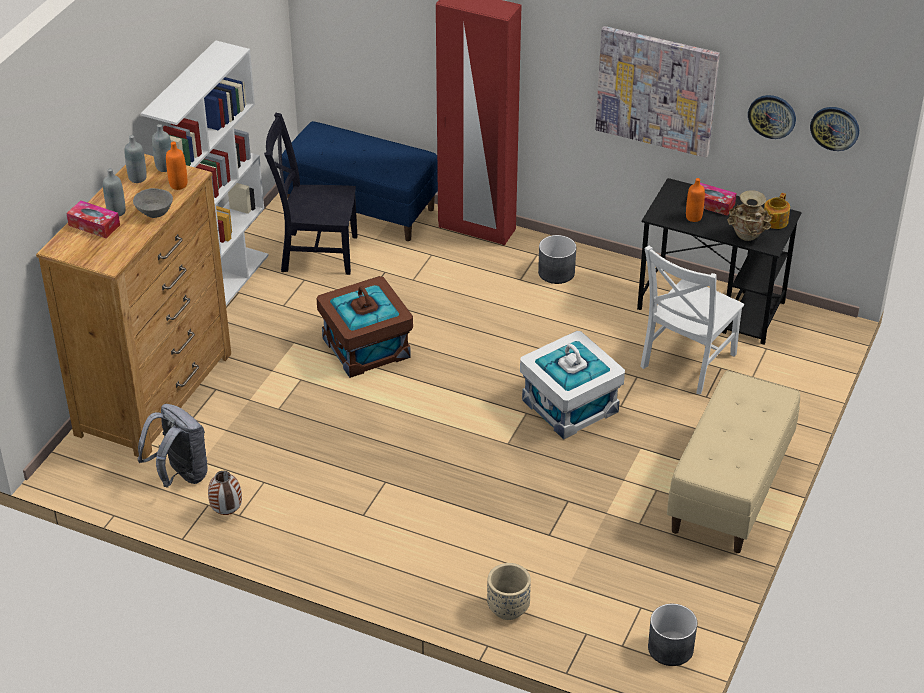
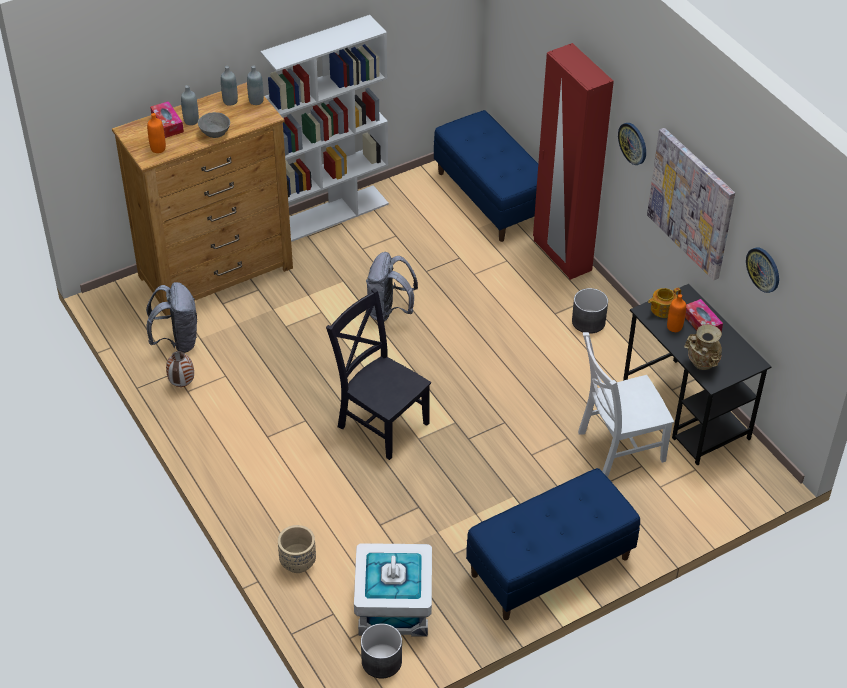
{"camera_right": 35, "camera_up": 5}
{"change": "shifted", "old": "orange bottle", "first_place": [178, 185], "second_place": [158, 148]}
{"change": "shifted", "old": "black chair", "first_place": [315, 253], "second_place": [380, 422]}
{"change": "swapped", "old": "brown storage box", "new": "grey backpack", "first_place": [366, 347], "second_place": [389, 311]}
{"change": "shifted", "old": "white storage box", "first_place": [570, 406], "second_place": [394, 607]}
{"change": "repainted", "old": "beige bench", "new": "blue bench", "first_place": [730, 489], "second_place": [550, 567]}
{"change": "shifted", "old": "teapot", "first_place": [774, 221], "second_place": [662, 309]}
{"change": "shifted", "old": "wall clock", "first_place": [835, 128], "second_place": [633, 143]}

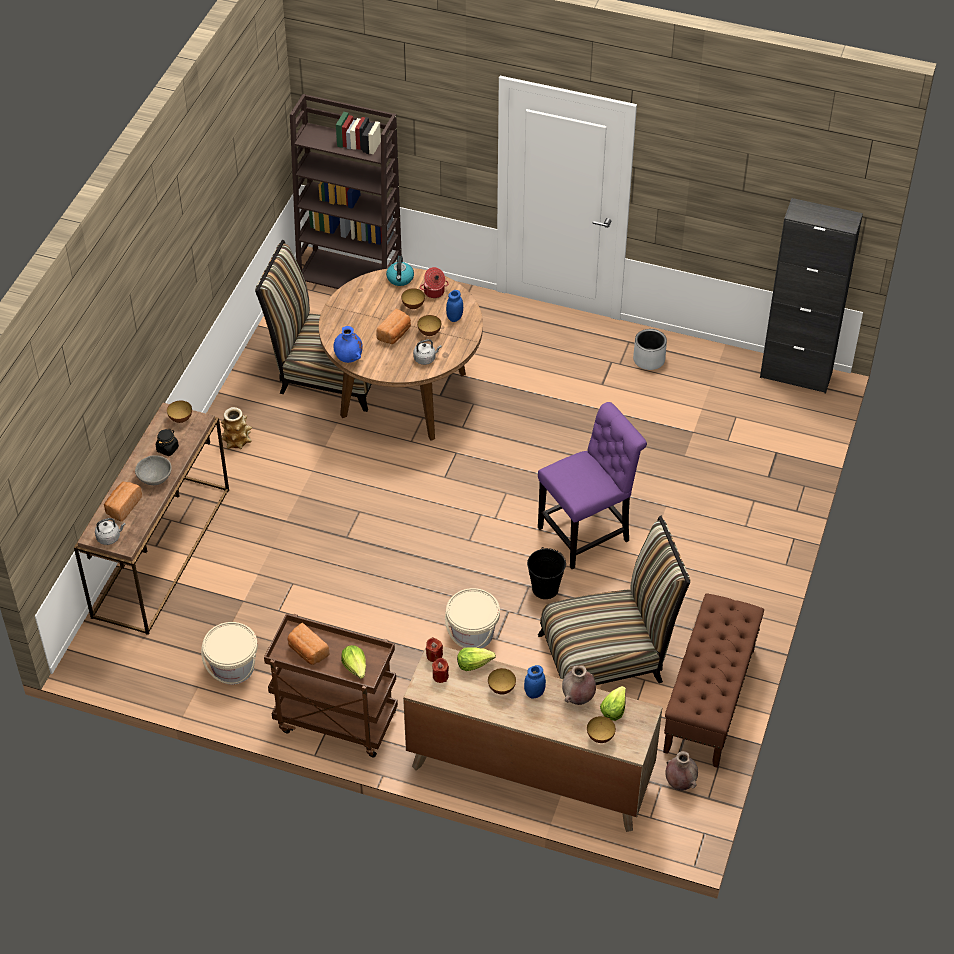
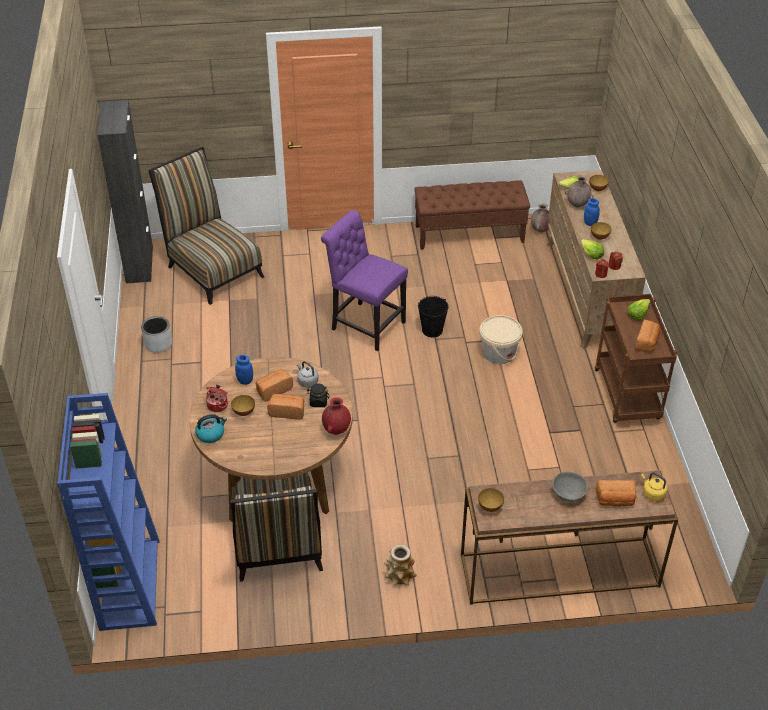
{"camera_right": -115, "camera_up": -5}
{"change": "repainted", "old": "grey kettle", "new": "yellow kettle", "first_place": [110, 537], "second_place": [652, 493]}
{"change": "shifted", "old": "black jar", "first_place": [167, 449], "second_place": [318, 402]}
{"change": "gone", "old": "beige bucket", "first_place": [233, 668]}
{"change": "repainted", "old": "brown bookcase", "new": "blue bookcase", "first_place": [351, 275], "second_place": [129, 583]}
{"change": "repainted", "old": "blue vase", "new": "red vase", "first_place": [349, 359], "second_place": [336, 430]}
{"change": "swapped", "old": "bowl", "new": "bread", "first_place": [429, 333], "second_place": [273, 390]}
{"change": "shifted", "old": "chair", "first_place": [608, 656], "second_place": [212, 268]}

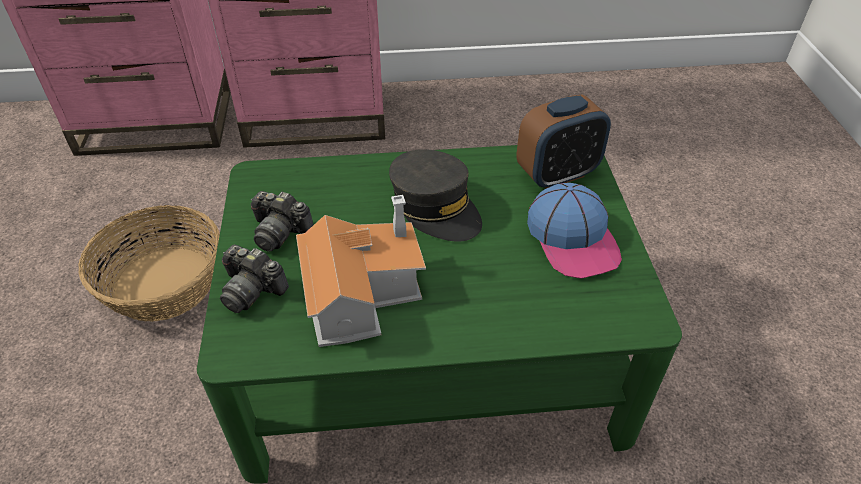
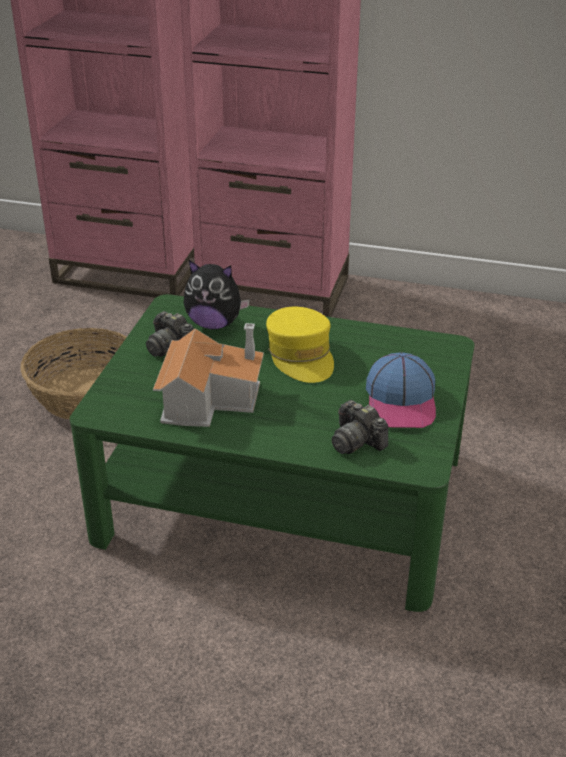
{"camera_right": 20, "camera_up": -10}
{"change": "shifted", "old": "photo camera", "first_place": [252, 290], "second_place": [356, 441]}
{"change": "repainted", "old": "grey cap", "new": "yellow cap", "first_place": [436, 207], "second_place": [301, 356]}
{"change": "gone", "old": "alarm clock", "first_place": [557, 174]}
{"change": "new", "new": "plush toy", "second_place": [214, 324]}

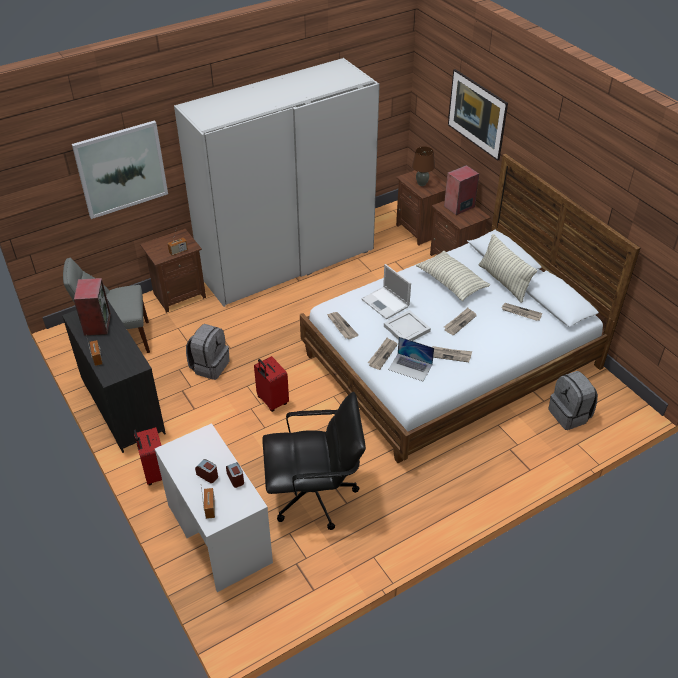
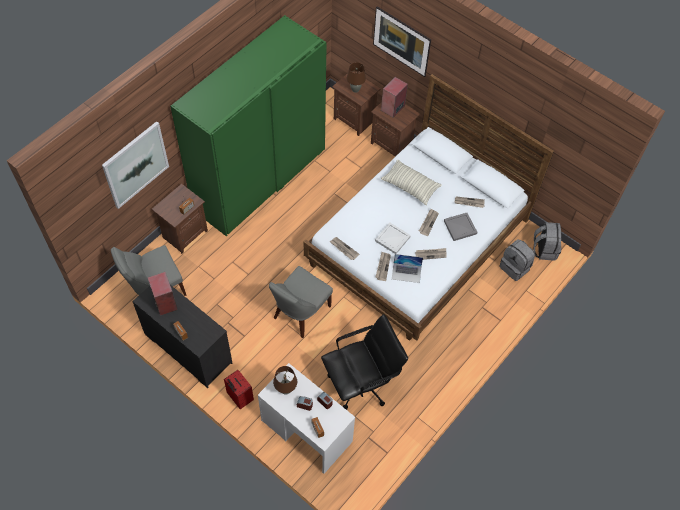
{"camera_right": -20, "camera_up": 15}
{"change": "repainted", "old": "white wardrobe", "new": "green wardrobe", "first_place": [287, 262], "second_place": [259, 179]}
{"change": "shifted", "old": "grey backpack", "first_place": [209, 366], "second_place": [544, 249]}
{"change": "swapped", "old": "red suitcase", "new": "grey chair", "first_place": [272, 401], "second_place": [300, 313]}
{"change": "gone", "old": "laptop", "first_place": [386, 303]}
{"change": "gone", "old": "pillow", "first_place": [503, 282]}
{"change": "new", "new": "brown table lamp", "second_place": [285, 390]}
{"change": "new", "new": "grey tray", "second_place": [460, 227]}

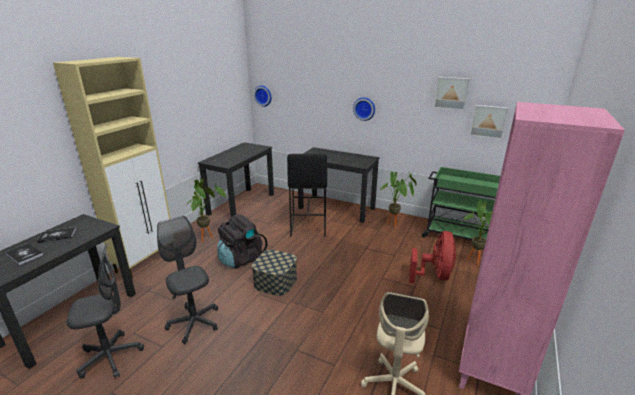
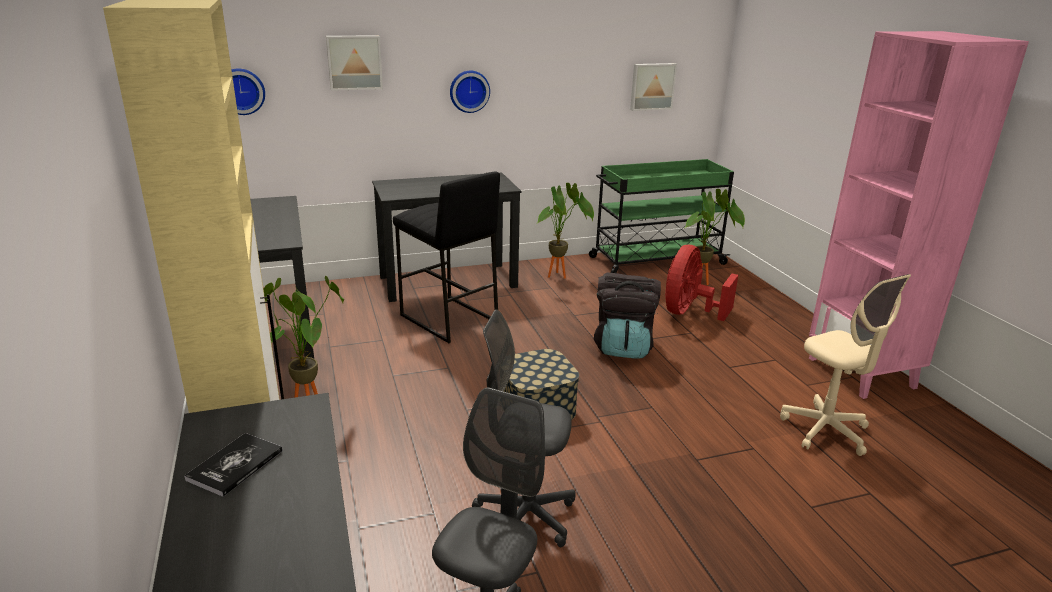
{"camera_right": -45, "camera_up": 0}
{"change": "gone", "old": "book", "first_place": [24, 254]}
{"change": "shifted", "old": "black backpack", "first_place": [241, 259], "second_place": [623, 347]}
{"change": "rotated", "old": "red fan", "first_place": [434, 275], "second_place": [689, 312], "degrees": -120}
{"change": "shifted", "old": "picture", "first_place": [451, 93], "second_place": [354, 62]}

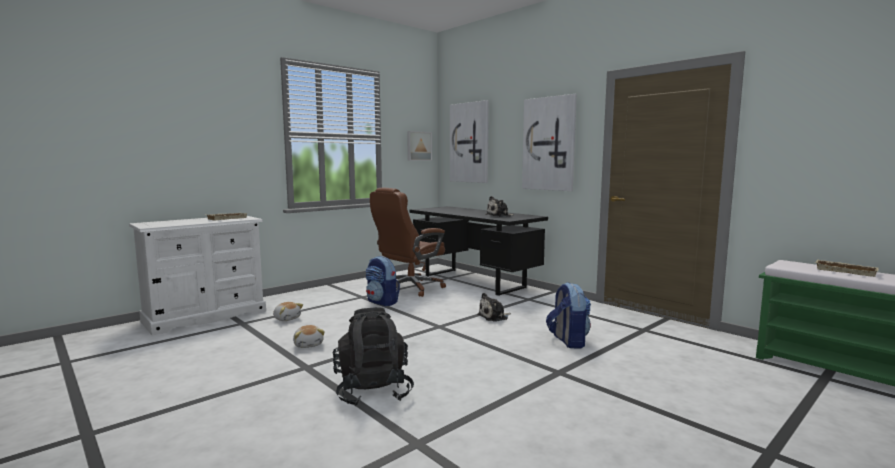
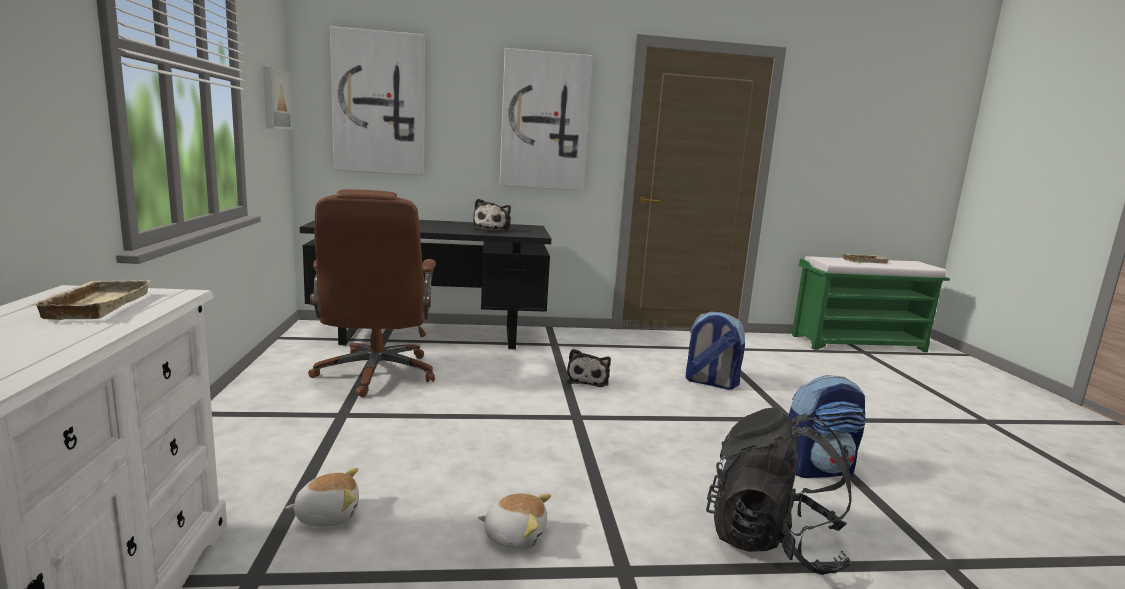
{"camera_right": -55, "camera_up": 5}
{"change": "shifted", "old": "backpack", "first_place": [382, 302], "second_place": [818, 469]}

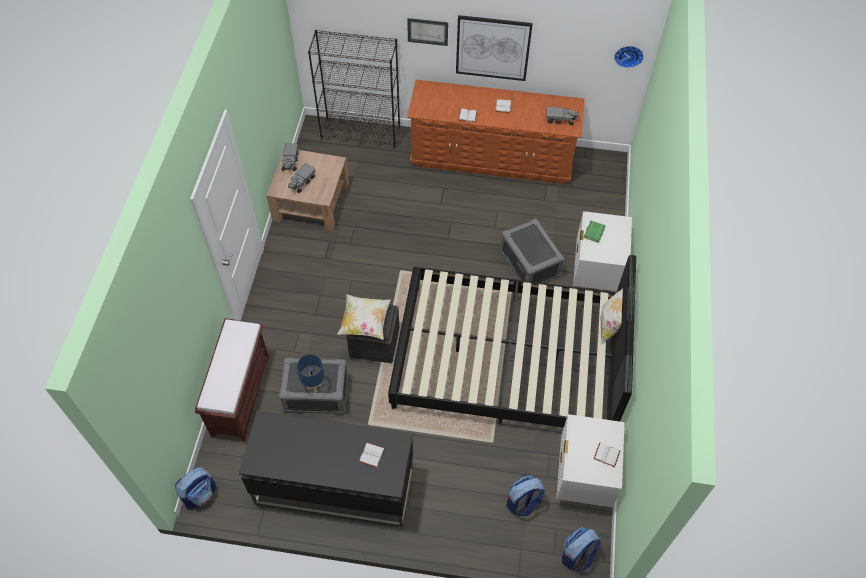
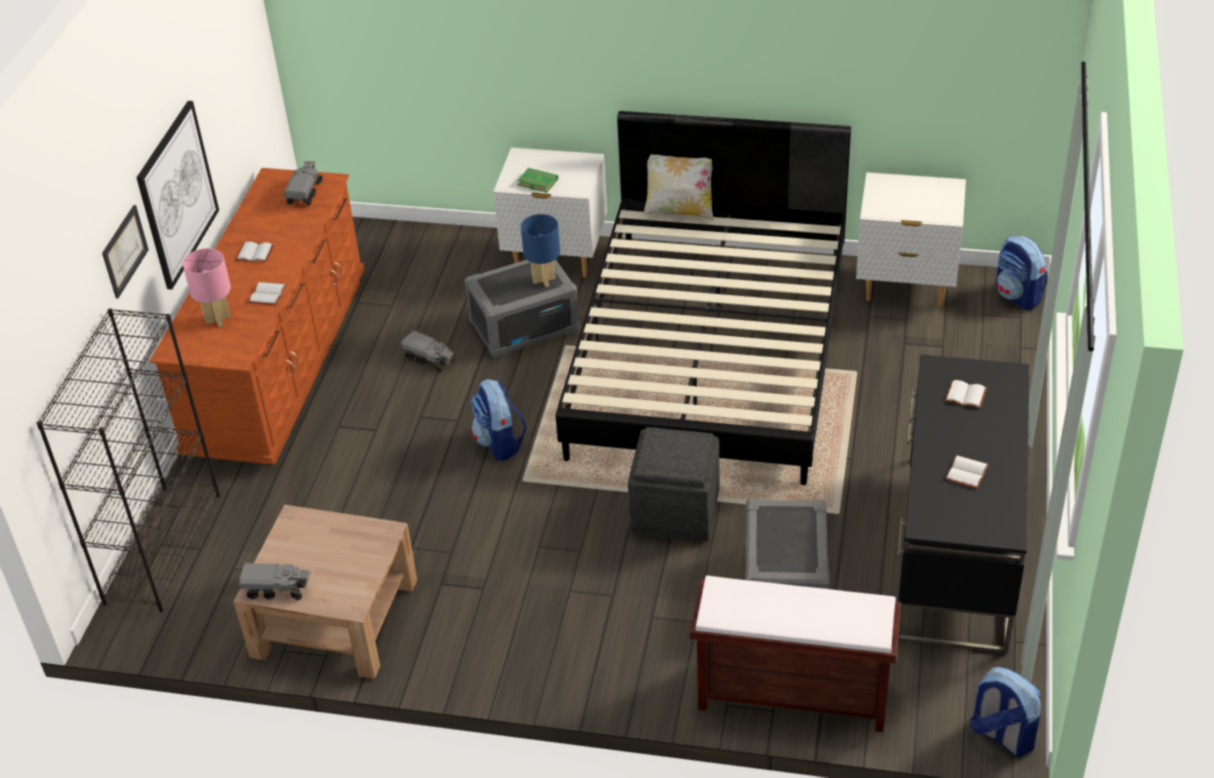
{"camera_right": -85, "camera_up": -15}
{"change": "shifted", "old": "toy truck", "first_place": [302, 182], "second_place": [430, 359]}
{"change": "shifted", "old": "blue table lamp", "first_place": [314, 386], "second_place": [544, 280]}
{"change": "gone", "old": "pillow", "first_place": [365, 323]}
{"change": "shifted", "old": "backpack", "first_place": [523, 503], "second_place": [500, 443]}
{"change": "shifted", "old": "white book", "first_place": [606, 455], "second_place": [967, 474]}
{"change": "gone", "old": "wall clock", "first_place": [628, 55]}
{"change": "new", "new": "pink table lamp", "second_place": [218, 319]}

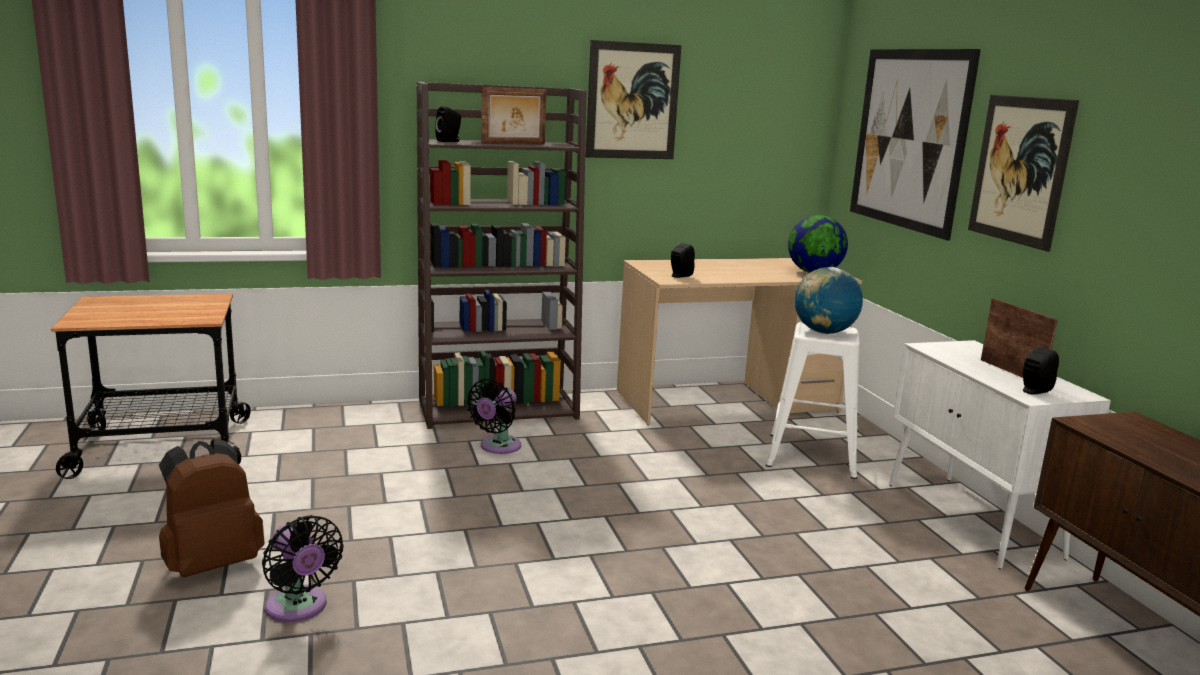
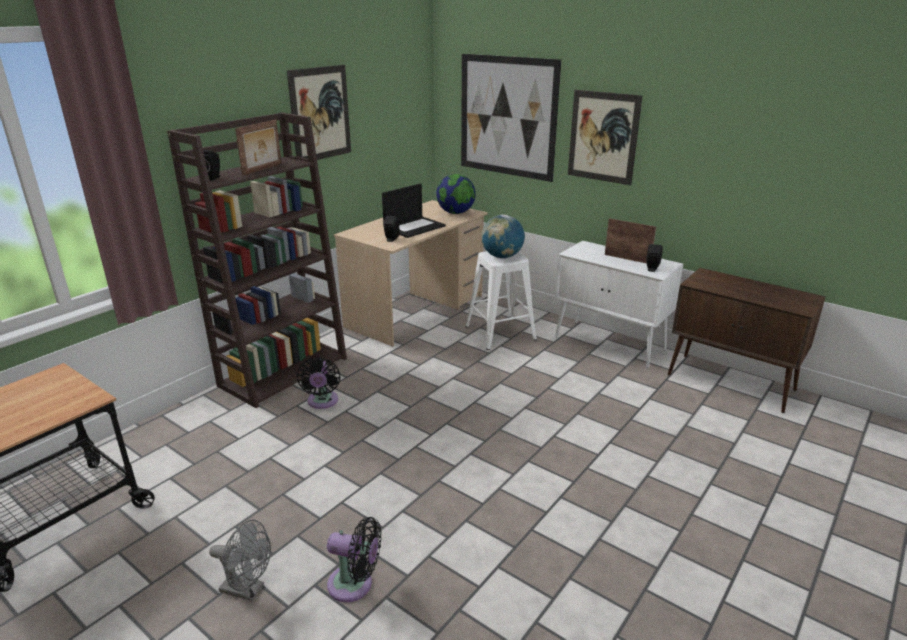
{"camera_right": -35, "camera_up": 10}
{"change": "swapped", "old": "brown backpack", "new": "grey fan", "first_place": [211, 564], "second_place": [248, 589]}
{"change": "new", "new": "laptop", "second_place": [414, 227]}

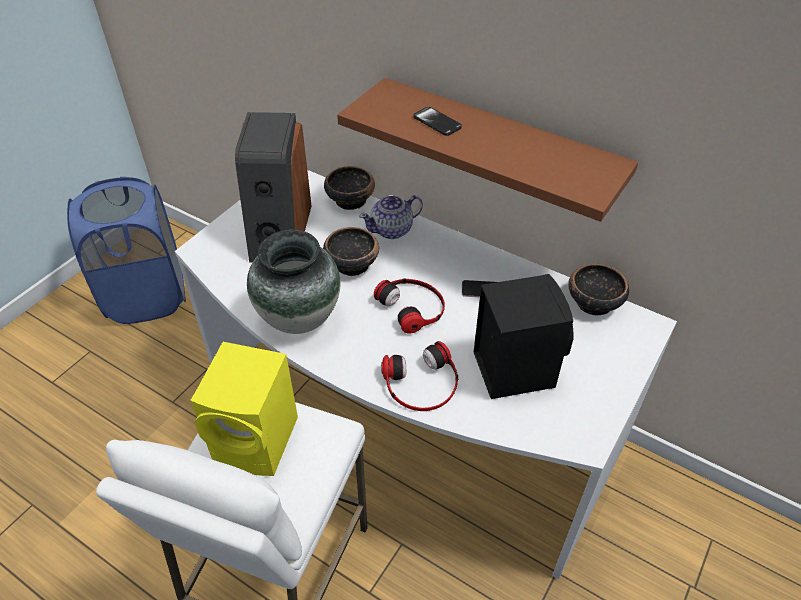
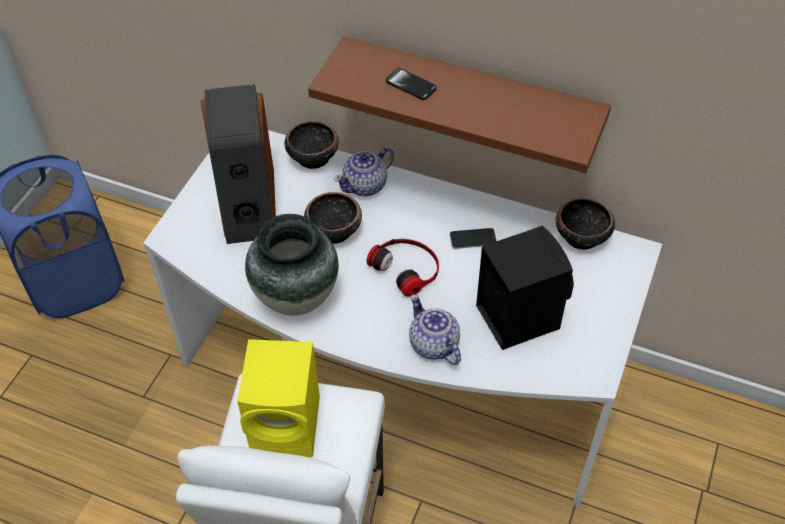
{"camera_right": -10, "camera_up": 5}
{"change": "swapped", "old": "headphones", "new": "teapot", "first_place": [422, 384], "second_place": [434, 345]}

